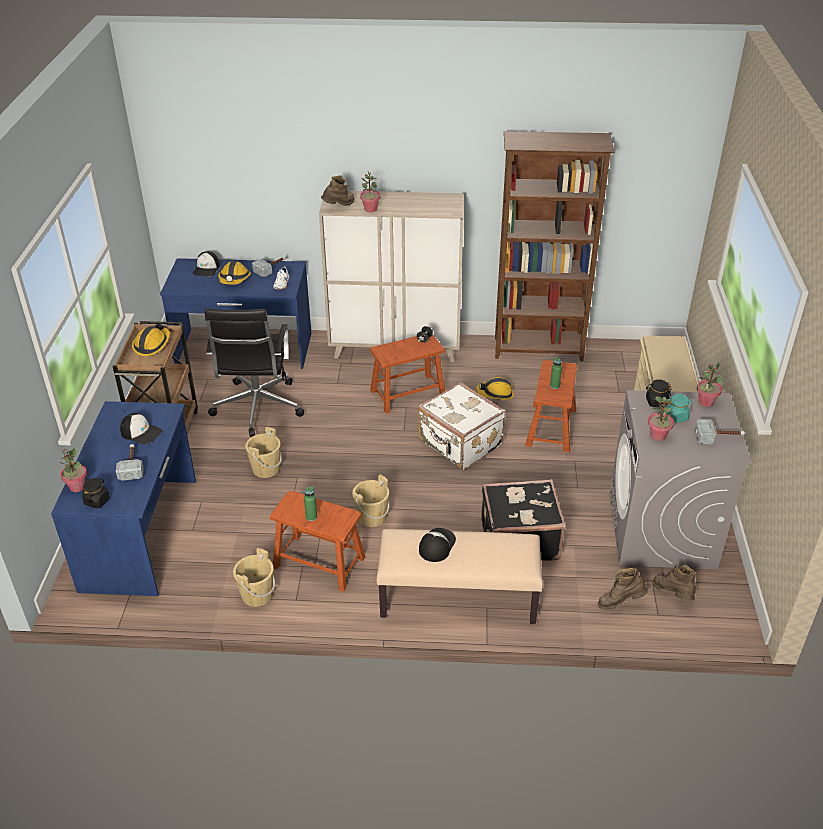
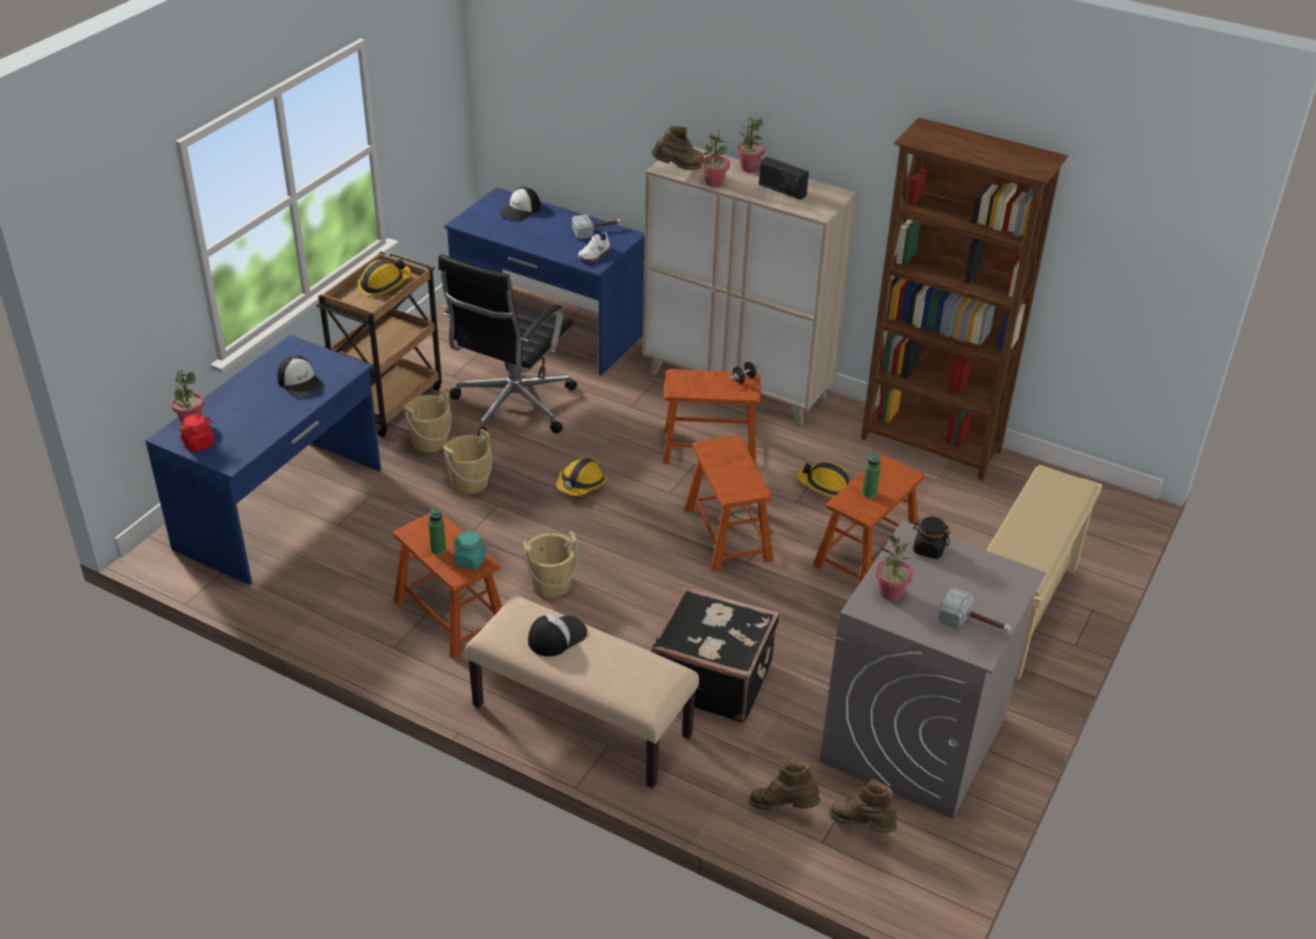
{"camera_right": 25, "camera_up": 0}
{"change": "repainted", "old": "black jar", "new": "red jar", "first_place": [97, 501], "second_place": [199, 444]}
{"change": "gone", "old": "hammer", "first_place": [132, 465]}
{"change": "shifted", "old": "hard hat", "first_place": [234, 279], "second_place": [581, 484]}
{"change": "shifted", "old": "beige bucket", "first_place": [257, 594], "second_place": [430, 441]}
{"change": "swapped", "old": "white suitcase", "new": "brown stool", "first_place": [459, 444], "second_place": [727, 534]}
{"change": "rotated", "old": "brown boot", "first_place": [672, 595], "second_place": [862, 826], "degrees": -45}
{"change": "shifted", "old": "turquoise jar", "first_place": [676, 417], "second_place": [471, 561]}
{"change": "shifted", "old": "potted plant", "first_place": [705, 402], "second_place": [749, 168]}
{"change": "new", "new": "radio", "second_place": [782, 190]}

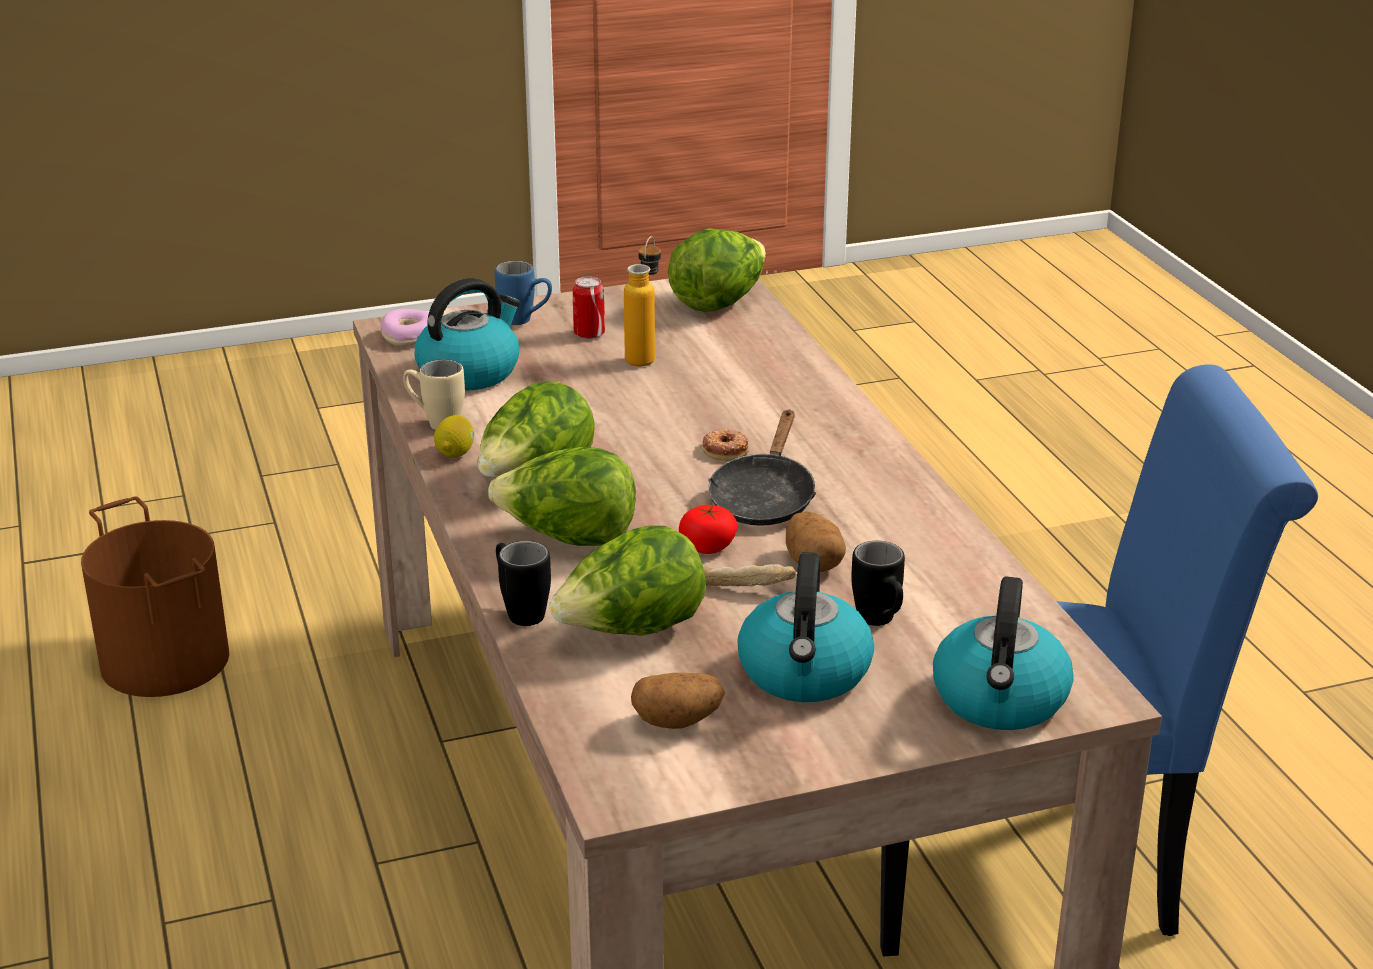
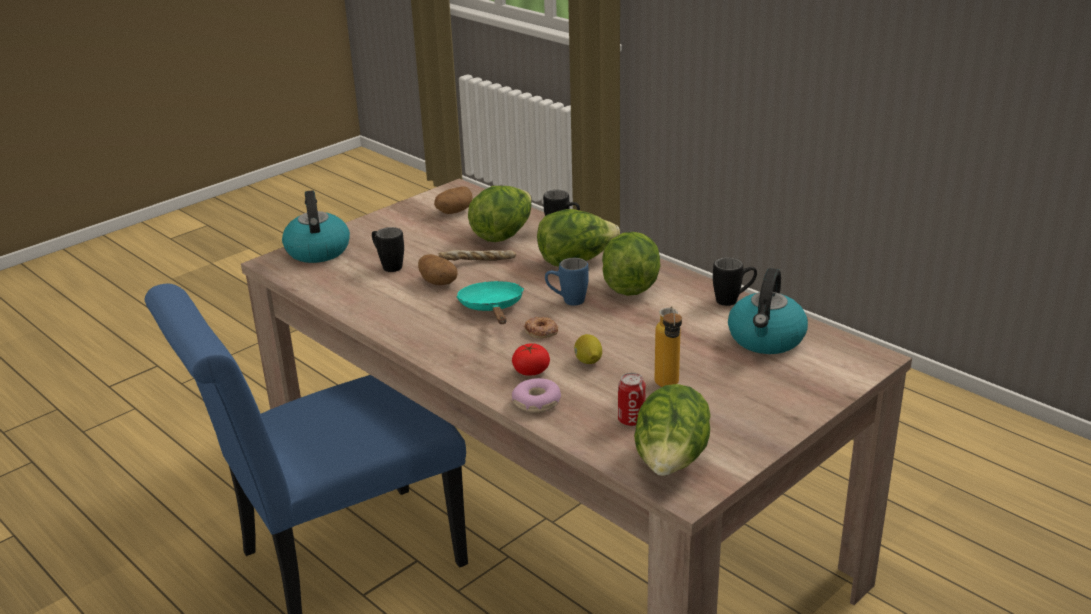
{"camera_right": 155, "camera_up": 0}
{"change": "gone", "old": "brown bucket", "first_place": [167, 659]}
{"change": "shifted", "old": "donut", "first_place": [409, 336], "second_place": [537, 403]}
{"change": "repainted", "old": "beige mug", "new": "black mug", "first_place": [435, 422], "second_place": [733, 300]}
{"change": "shifted", "old": "lemon", "first_place": [456, 453], "second_place": [588, 362]}
{"change": "shifted", "old": "blue mug", "first_place": [525, 320], "second_place": [567, 301]}
{"change": "shifted", "old": "can", "first_place": [589, 334], "second_place": [631, 420]}
{"change": "shifted", "old": "tomato", "first_place": [707, 546], "second_place": [531, 371]}
{"change": "repainted", "old": "black frying pan", "new": "turquoise frying pan", "first_place": [764, 498], "second_place": [492, 308]}
{"change": "gone", "old": "kettle", "first_place": [805, 674]}

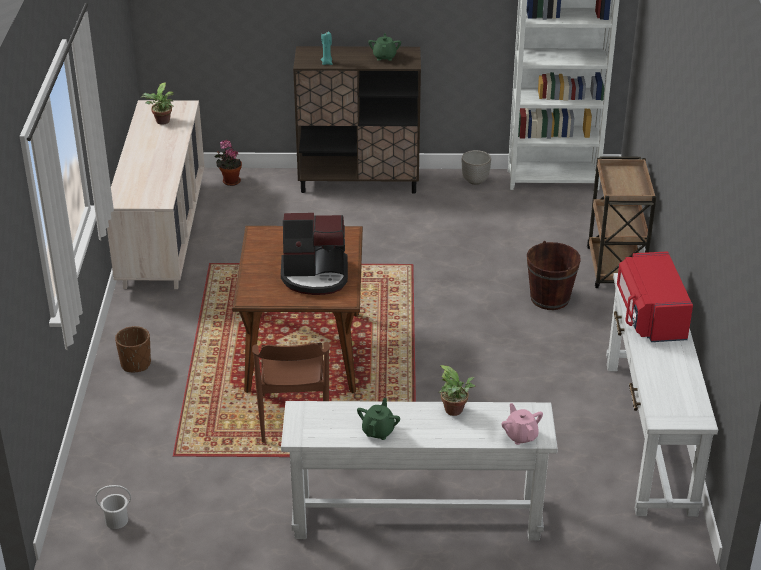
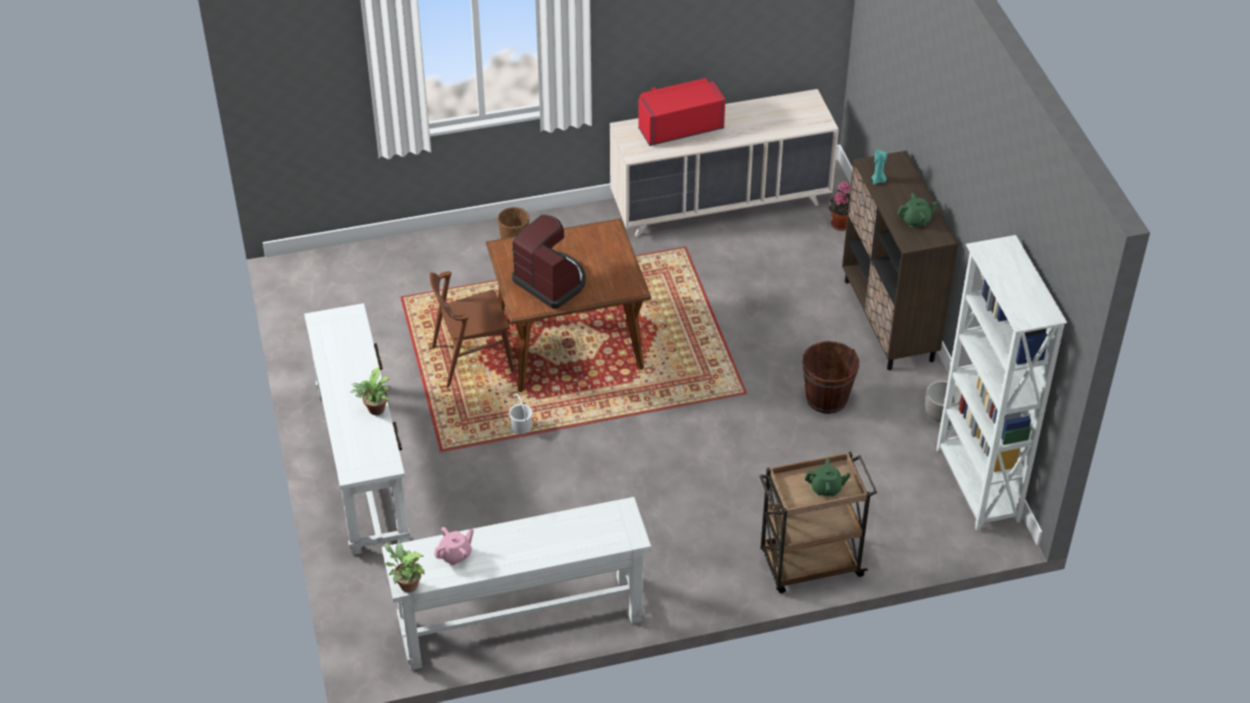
{"camera_right": 75, "camera_up": 10}
{"change": "shifted", "old": "white bucket", "first_place": [116, 521], "second_place": [521, 427]}
{"change": "shifted", "old": "potted plant", "first_place": [161, 122], "second_place": [406, 585]}
{"change": "rotated", "old": "coffee machine", "first_place": [315, 276], "second_place": [551, 282], "degrees": 150}
{"change": "shifted", "old": "green teapot", "first_place": [378, 431], "second_place": [826, 488]}
{"change": "shifted", "old": "pink teapot", "first_place": [521, 436], "second_place": [455, 555]}
{"change": "shifted", "old": "brown bucket", "first_place": [549, 298], "second_place": [826, 398]}
{"change": "shifted", "old": "red microwave", "first_place": [650, 316], "second_place": [679, 126]}

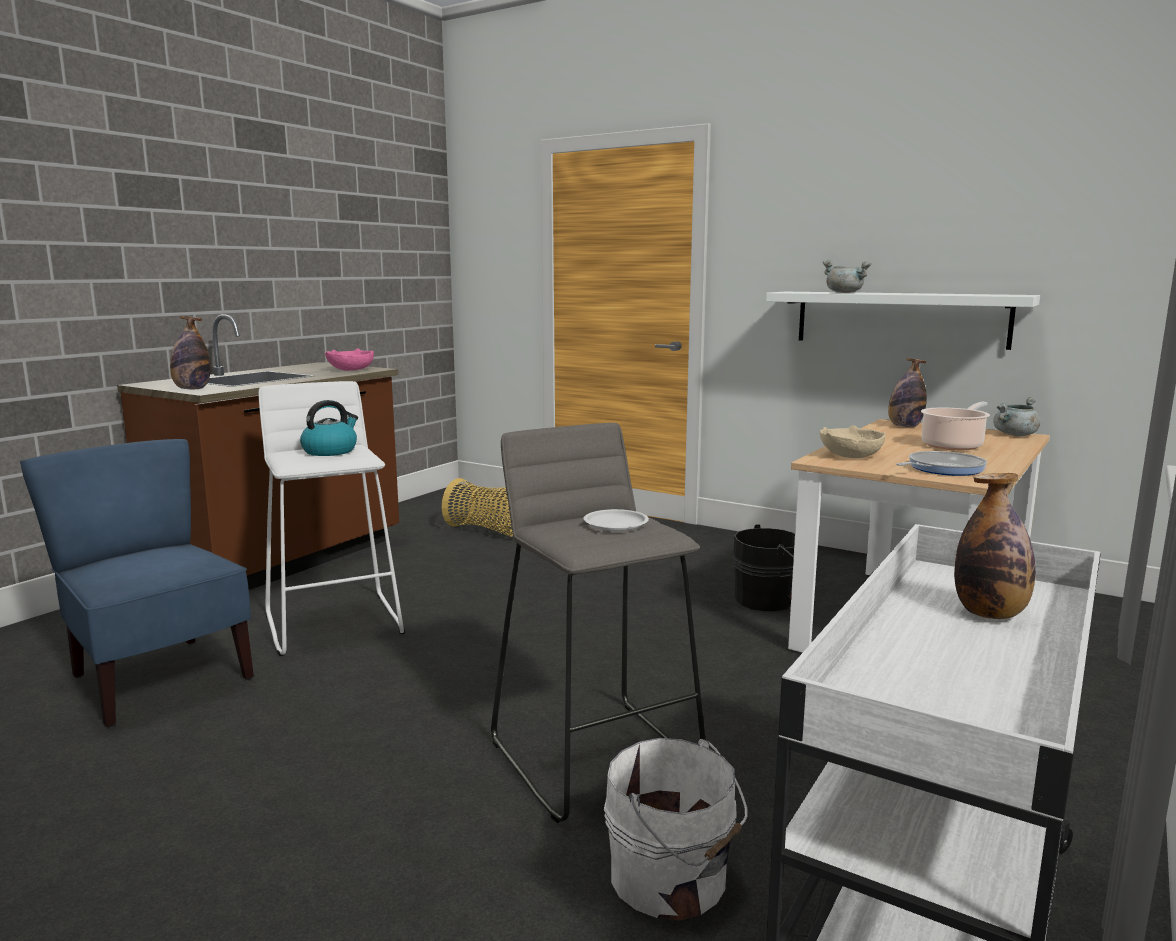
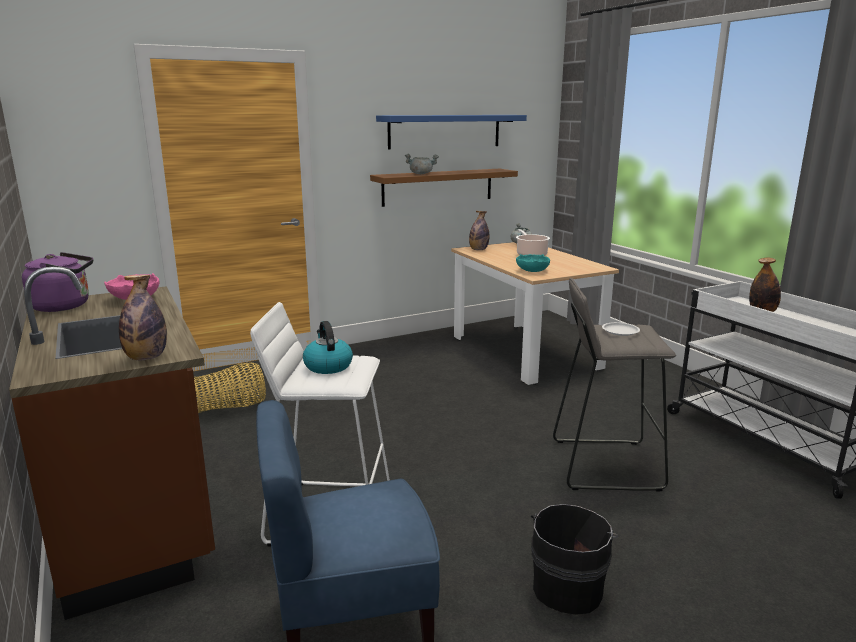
{"camera_right": -60, "camera_up": 5}
{"change": "gone", "old": "white bucket", "first_place": [672, 881]}
{"change": "shifted", "old": "black bucket", "first_place": [768, 599], "second_place": [568, 586]}
{"change": "repainted", "old": "white shelf", "new": "brown shelf", "first_place": [900, 319], "second_place": [438, 187]}
{"change": "repainted", "old": "beige bowl", "new": "turquoise bowl", "first_place": [851, 456], "second_place": [532, 270]}
{"change": "gone", "old": "frying pan", "first_place": [942, 469]}
{"change": "new", "new": "purple kettle", "second_place": [65, 306]}
{"change": "new", "new": "blue shelf", "second_place": [445, 131]}

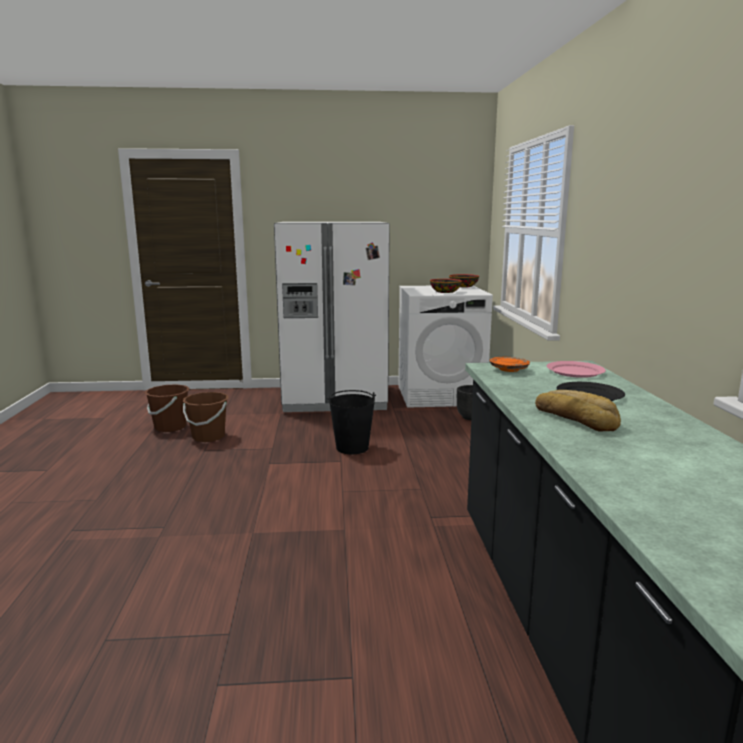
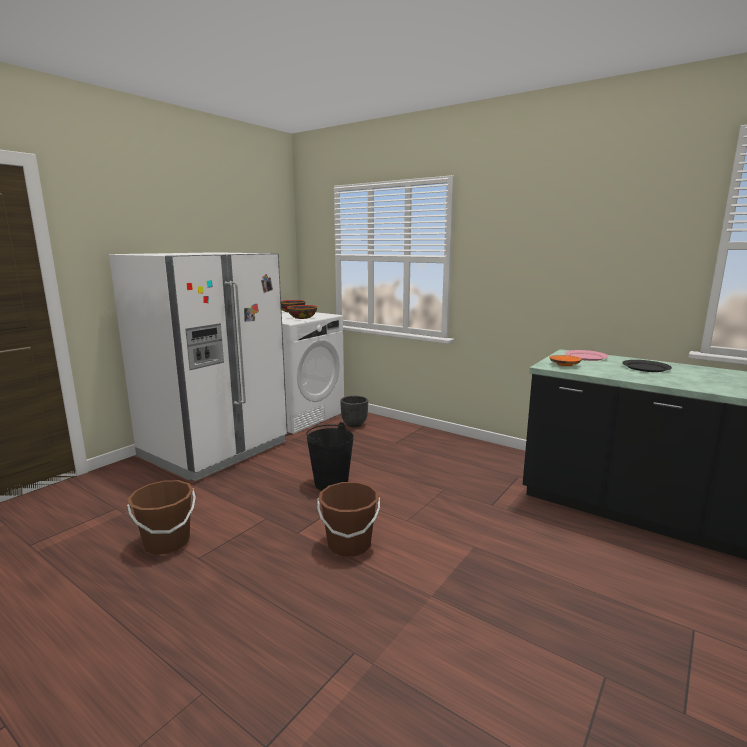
{"camera_right": -50, "camera_up": 0}
{"change": "shifted", "old": "brown bucket", "first_place": [170, 427], "second_place": [349, 545]}
{"change": "gone", "old": "bread", "first_place": [576, 418]}

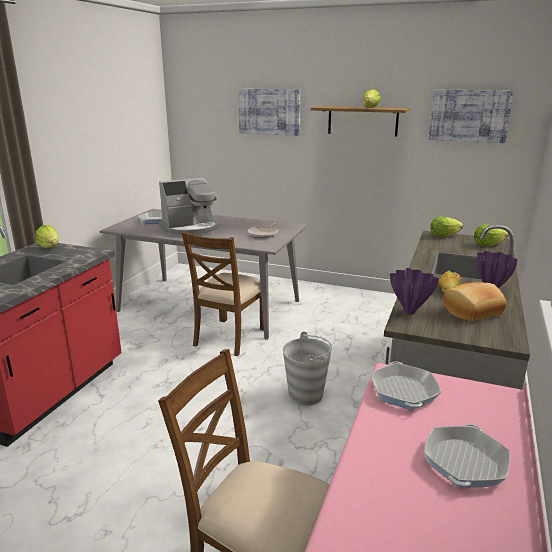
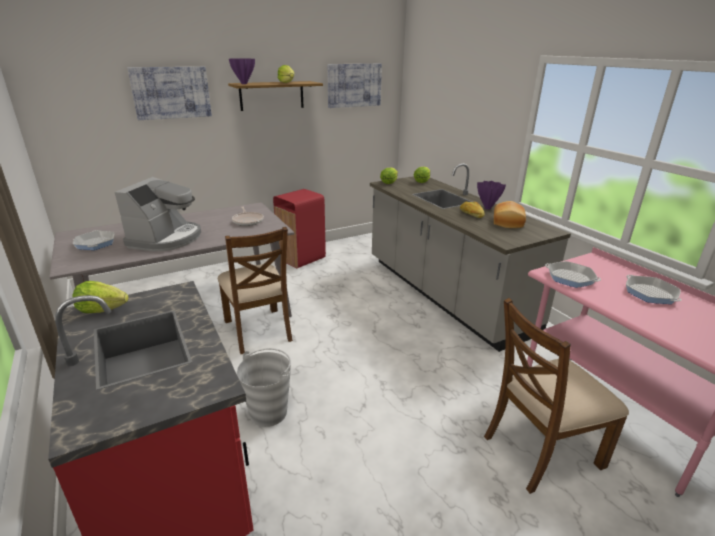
{"camera_right": -50, "camera_up": 5}
{"change": "shifted", "old": "grey bucket", "first_place": [306, 395], "second_place": [269, 412]}
{"change": "shifted", "old": "purple vase", "first_place": [409, 312], "second_place": [243, 83]}
{"change": "new", "new": "red trash can", "second_place": [302, 258]}

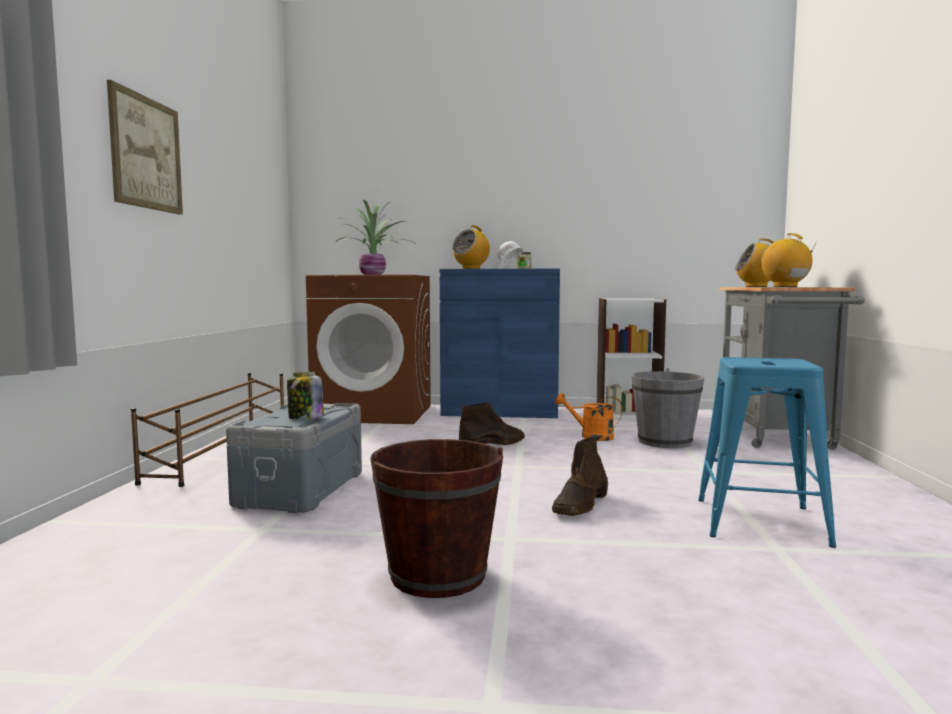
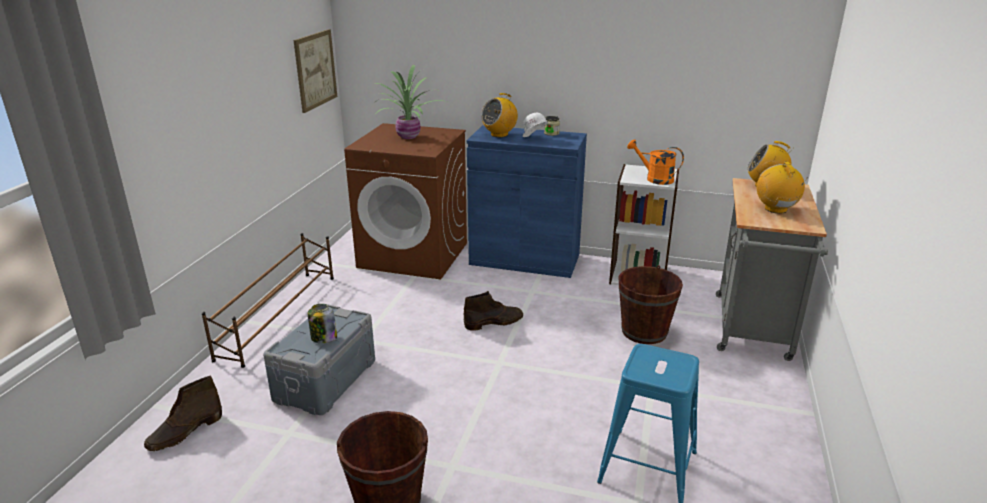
{"camera_right": 10, "camera_up": 20}
{"change": "shifted", "old": "picture", "first_place": [146, 153], "second_place": [315, 70]}
{"change": "shifted", "old": "brown boot", "first_place": [580, 505], "second_place": [185, 432]}
{"change": "shifted", "old": "orange watering can", "first_place": [591, 436], "second_place": [654, 179]}
{"change": "repainted", "old": "grey bucket", "new": "brown bucket", "first_place": [665, 441], "second_place": [644, 331]}

